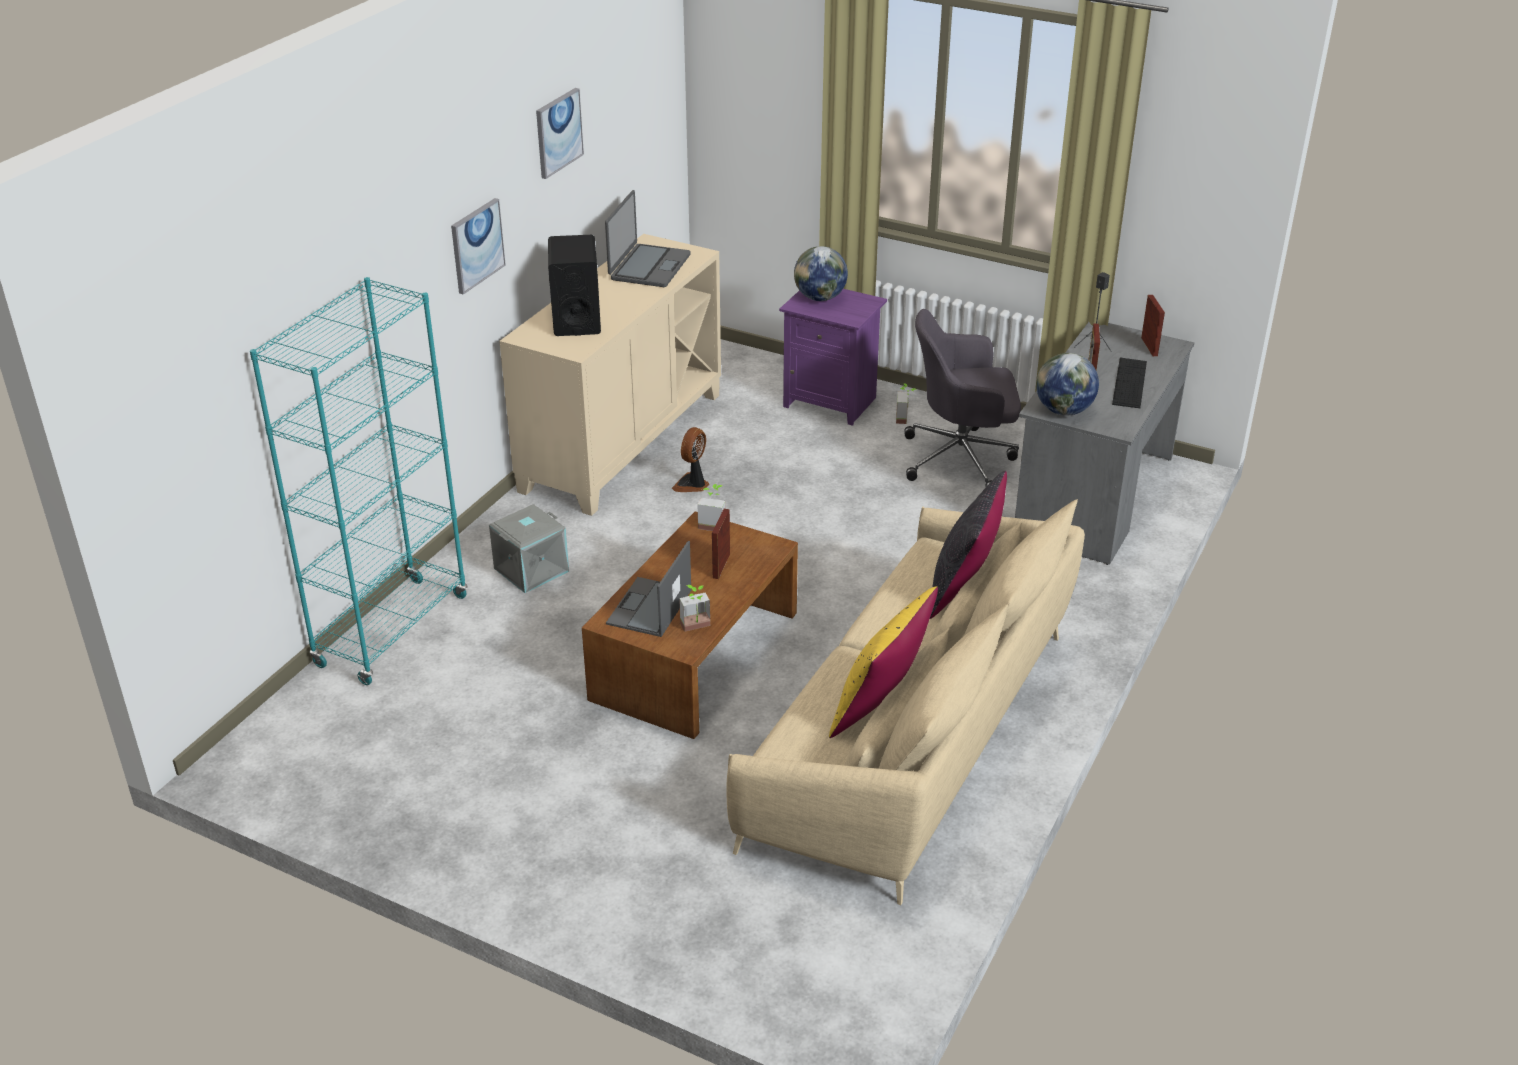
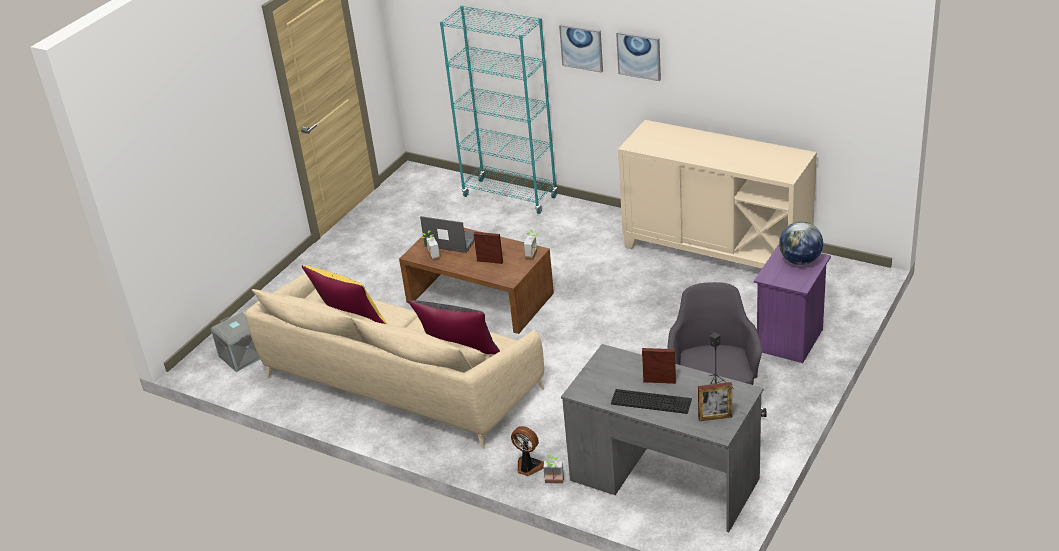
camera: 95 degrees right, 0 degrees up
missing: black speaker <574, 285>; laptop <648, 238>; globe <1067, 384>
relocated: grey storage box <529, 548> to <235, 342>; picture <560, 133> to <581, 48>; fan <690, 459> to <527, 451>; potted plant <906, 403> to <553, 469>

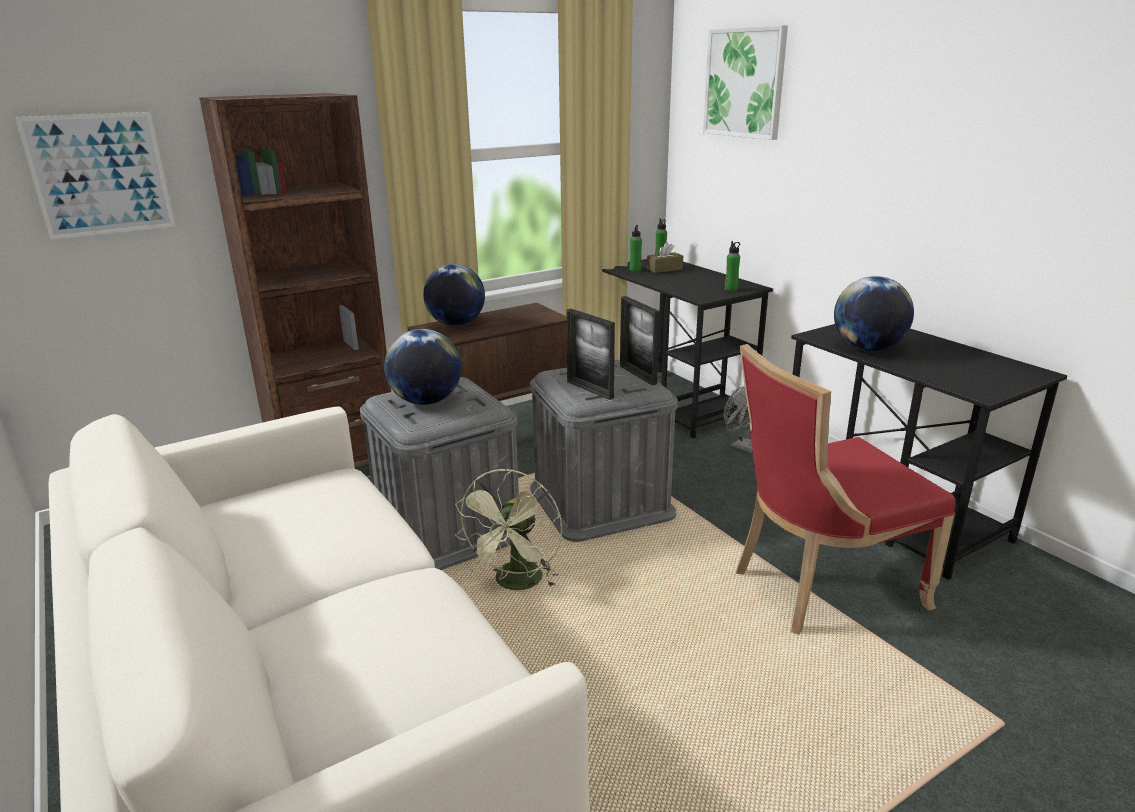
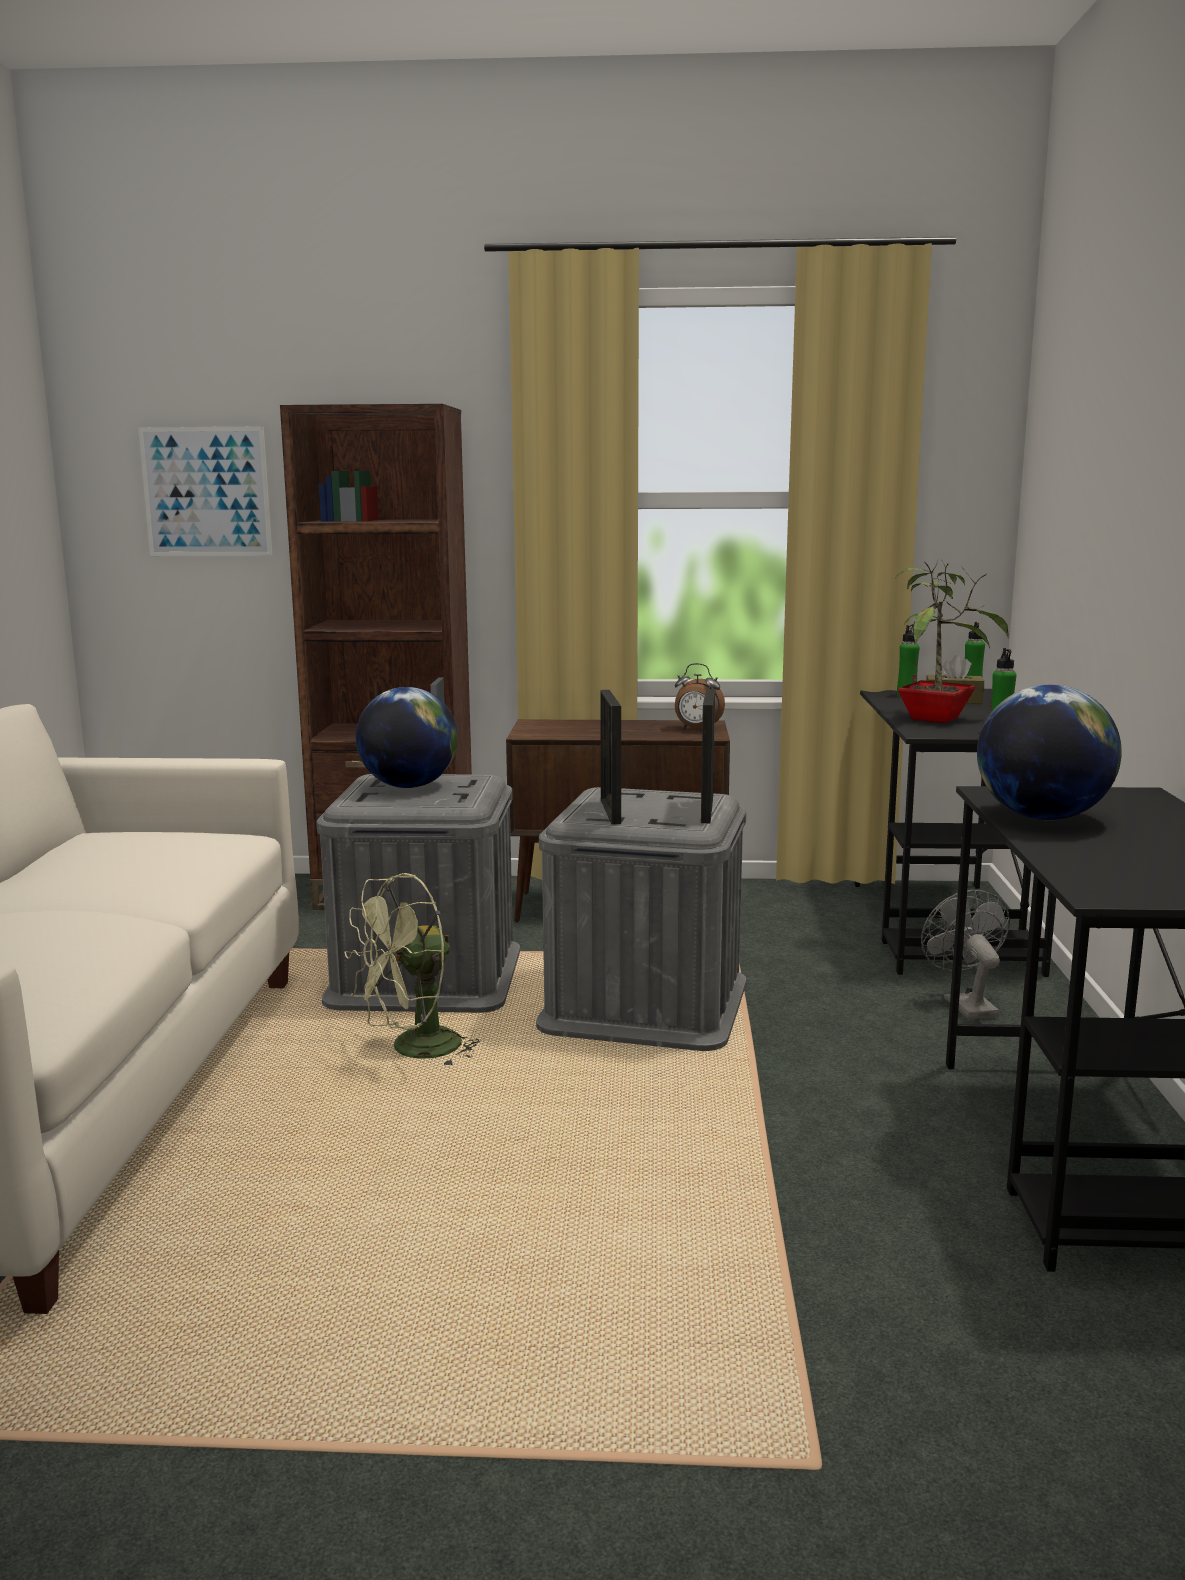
camera: 35 degrees right, 10 degrees down
missing: globe <454, 295>; picture <745, 82>; red chair <846, 489>
appeared: alarm clock <700, 696>; potted plant <952, 641>

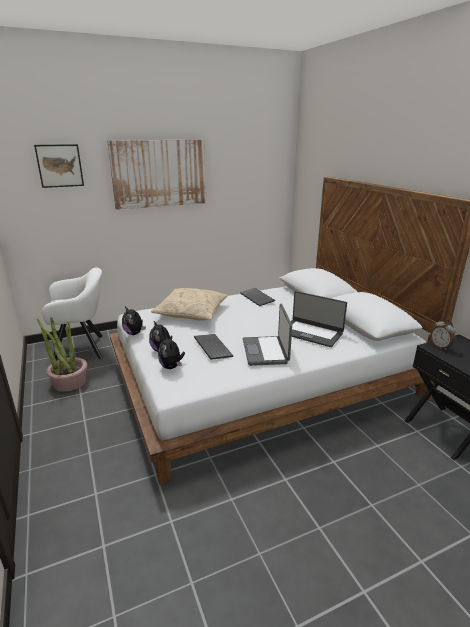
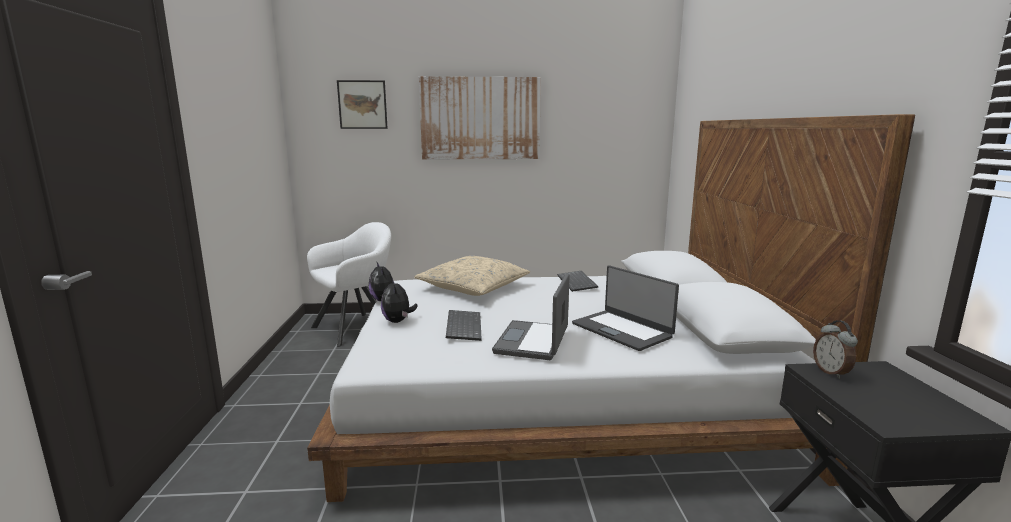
camera: 20 degrees right, 10 degrees down
missing: potted plant <62, 354>; plush toy <171, 351>
spun: white armchair <72, 315> = <349, 284> 45 degrees counterclockwise

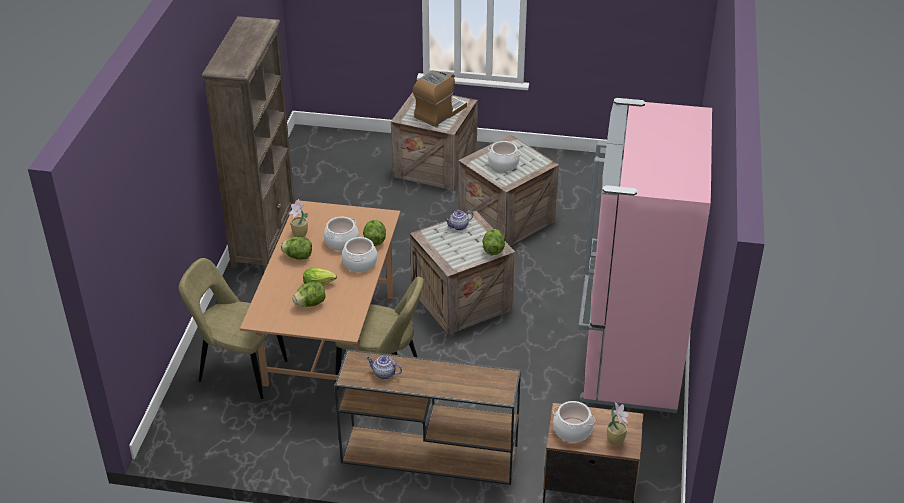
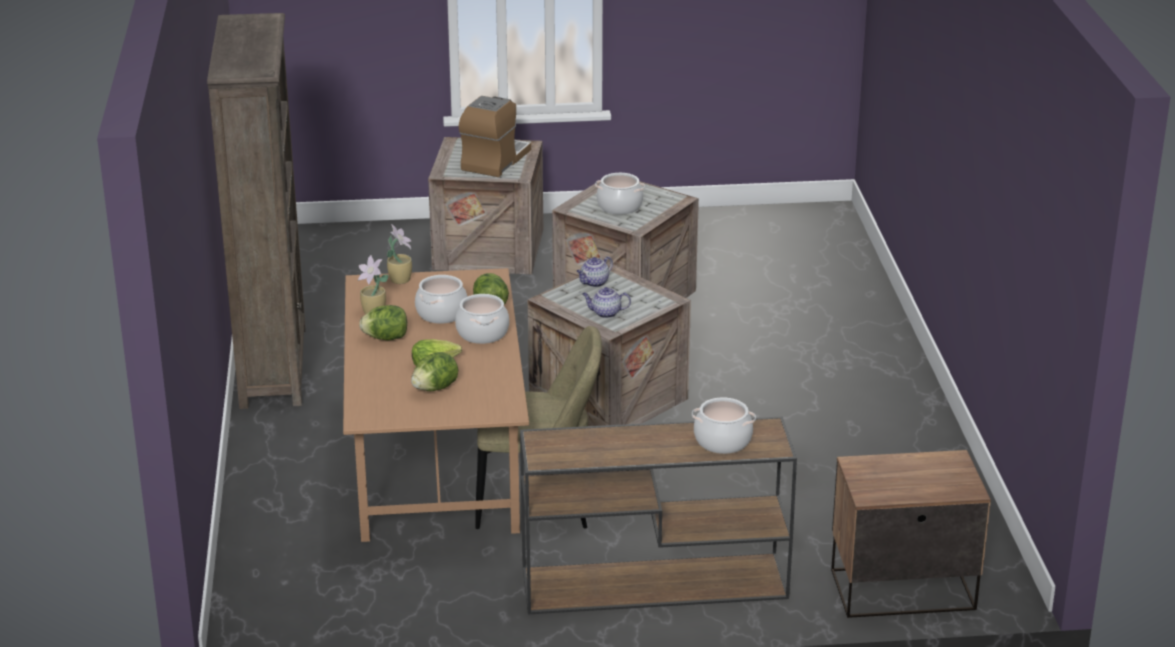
camera: 15 degrees left, 10 degrees down
missing: beige chair <232, 328>; lettuce <493, 242>; pink fridge <645, 255>
relocated: teapot <384, 367> to <606, 302>; cooking pot <574, 421> to <724, 425>; potted plant <618, 423> to <399, 254>

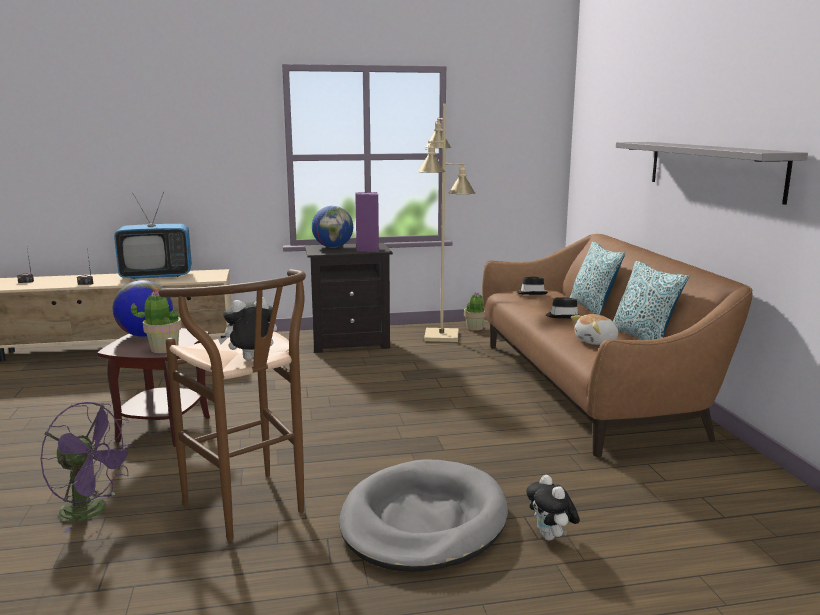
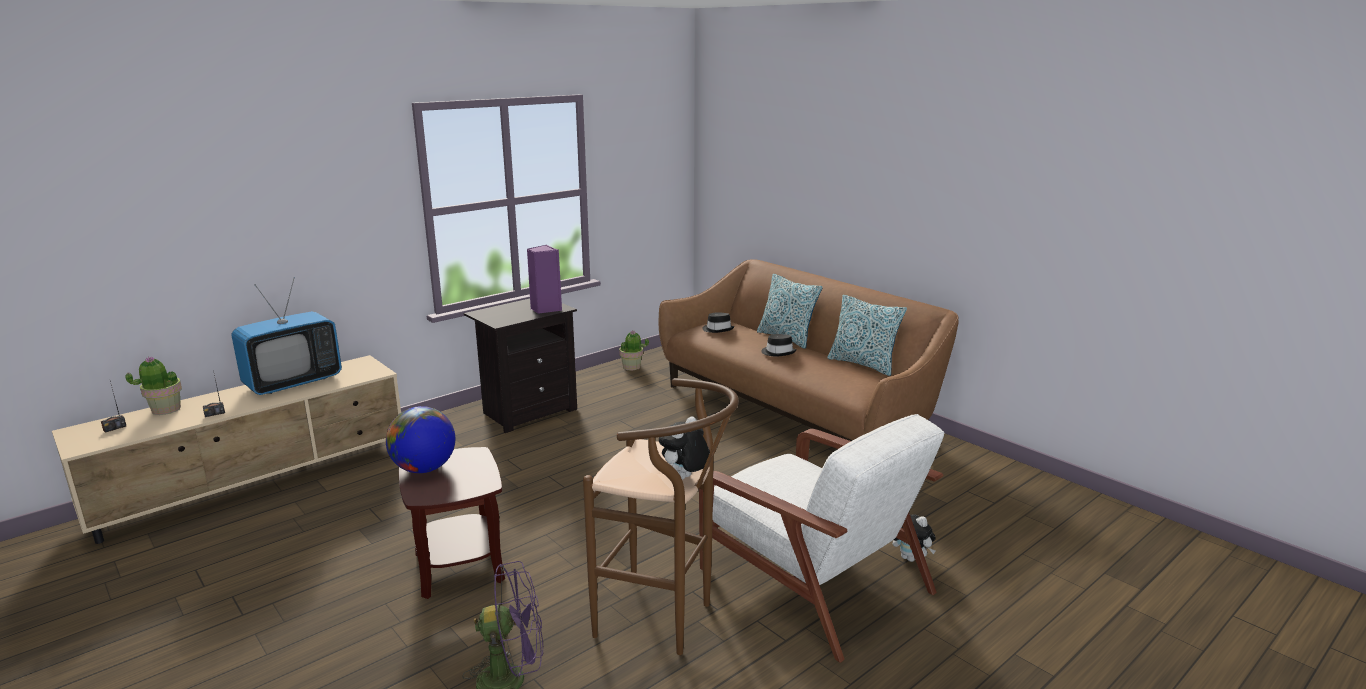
camera: 30 degrees left, 5 degrees up
missing: globe <332, 227>; beige floor lamp <446, 223>; plush toy <594, 329>; grey shelf <712, 173>
relocated: potted plant <156, 322> to <153, 385>
exchanged: grey dog bed <423, 516> to white armchair <821, 538>

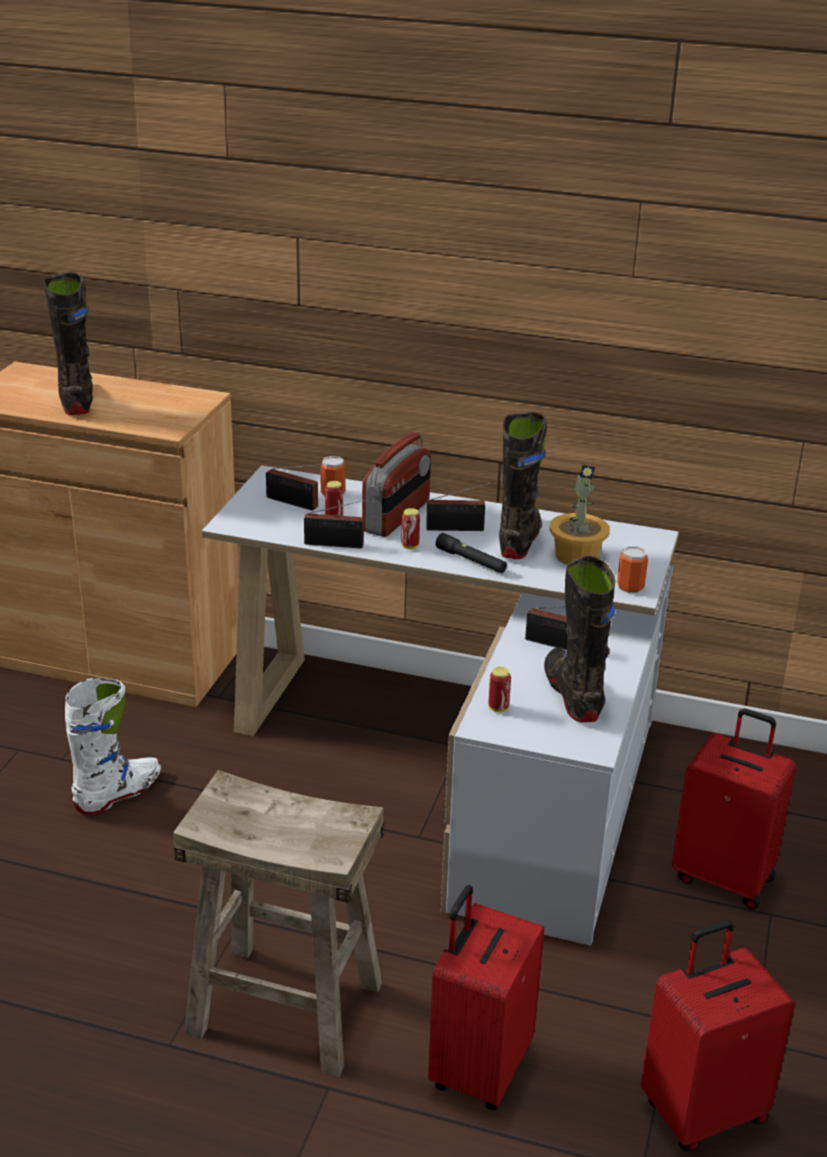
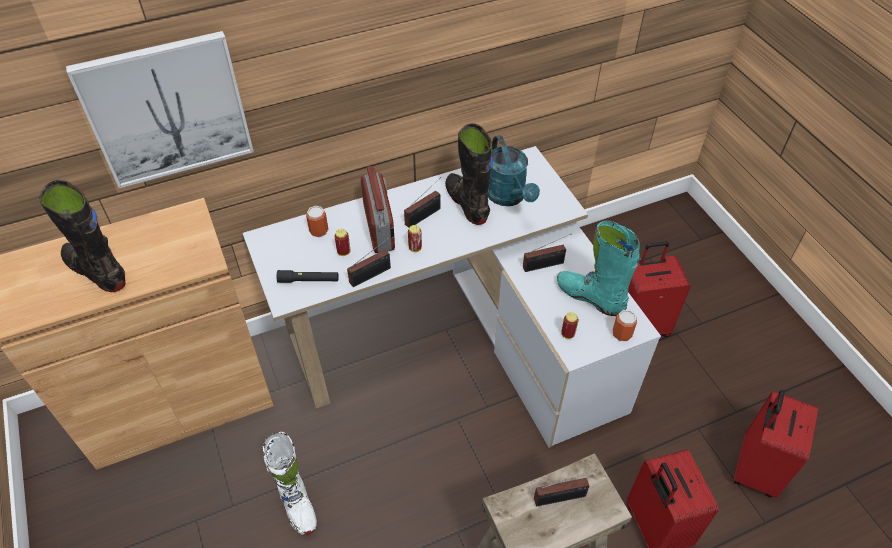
camera: 40 degrees left, 20 degrees up
appeared: picture <160, 109>
relocated: radio <294, 487> to <565, 487>; black flashlight <471, 553> to <307, 276>; can <632, 569> to <625, 325>
exchanged: potted plant <579, 515> to turquoise watering can <514, 170>
colour: black boot <580, 639> to turquoise boot <598, 268>
spun: white boot <113, 746> = <290, 483> 150 degrees clockwise

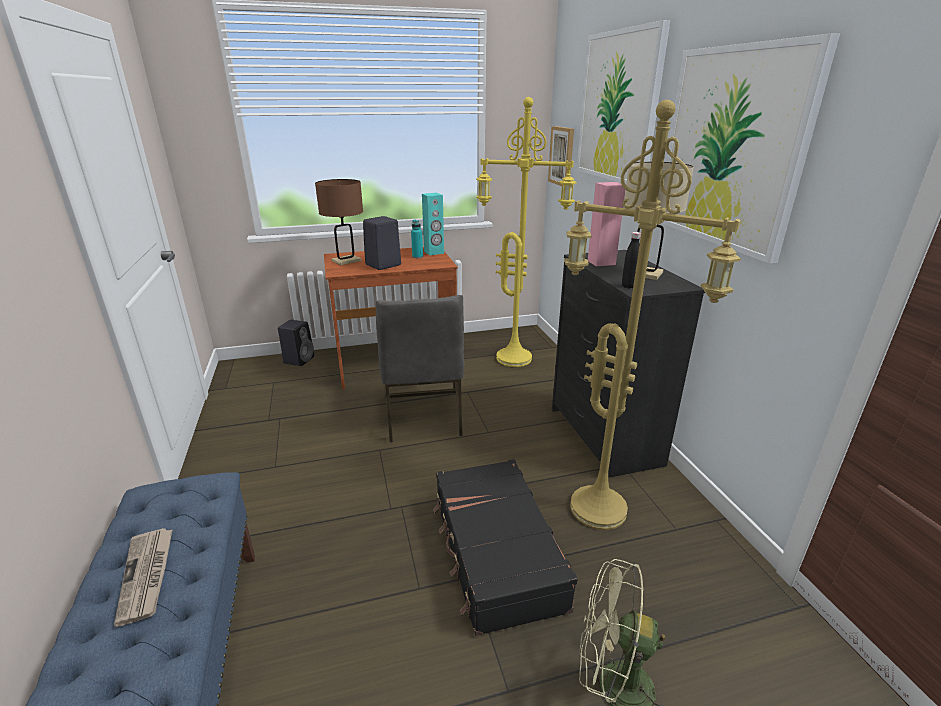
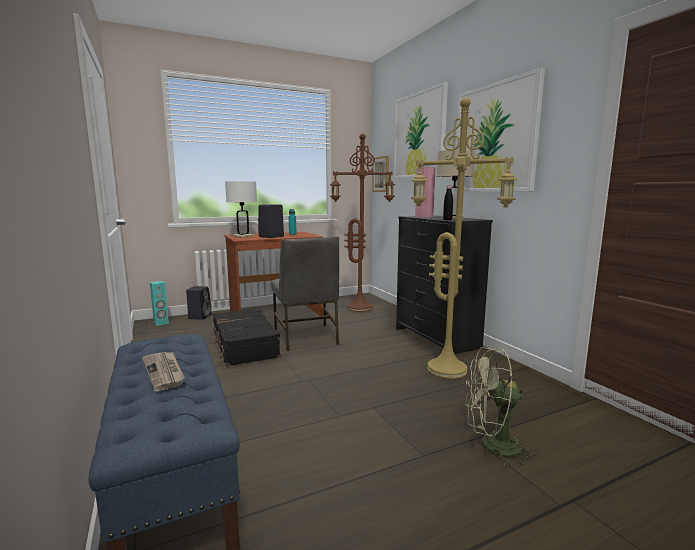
camera: 10 degrees left, 15 degrees down
relocated: turquoise speaker <433, 224> to <159, 303>; black suitcase <505, 547> to <246, 337>
colour: brown table lamp <339, 222> to white table lamp <241, 209>; yellow floor lamp <526, 232> to brown floor lamp <362, 223>

